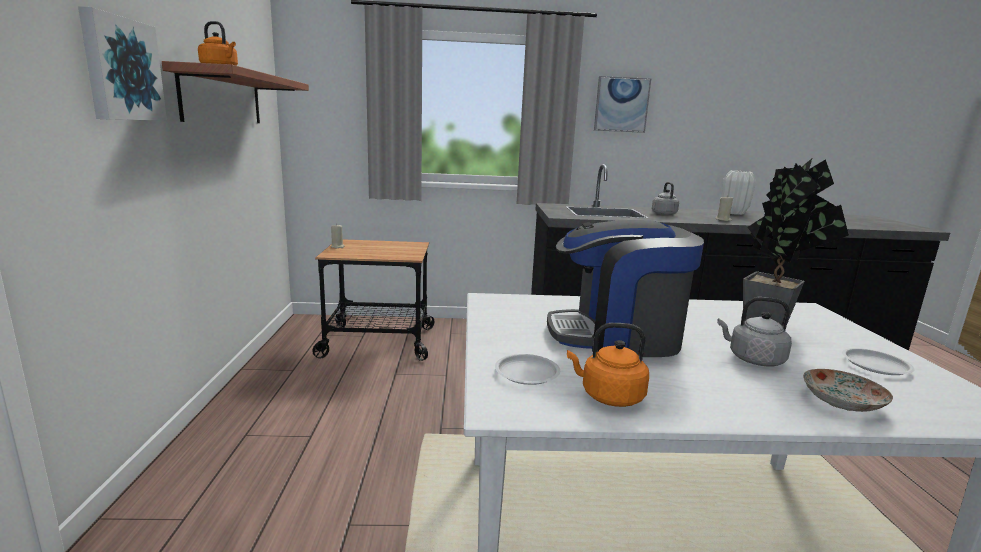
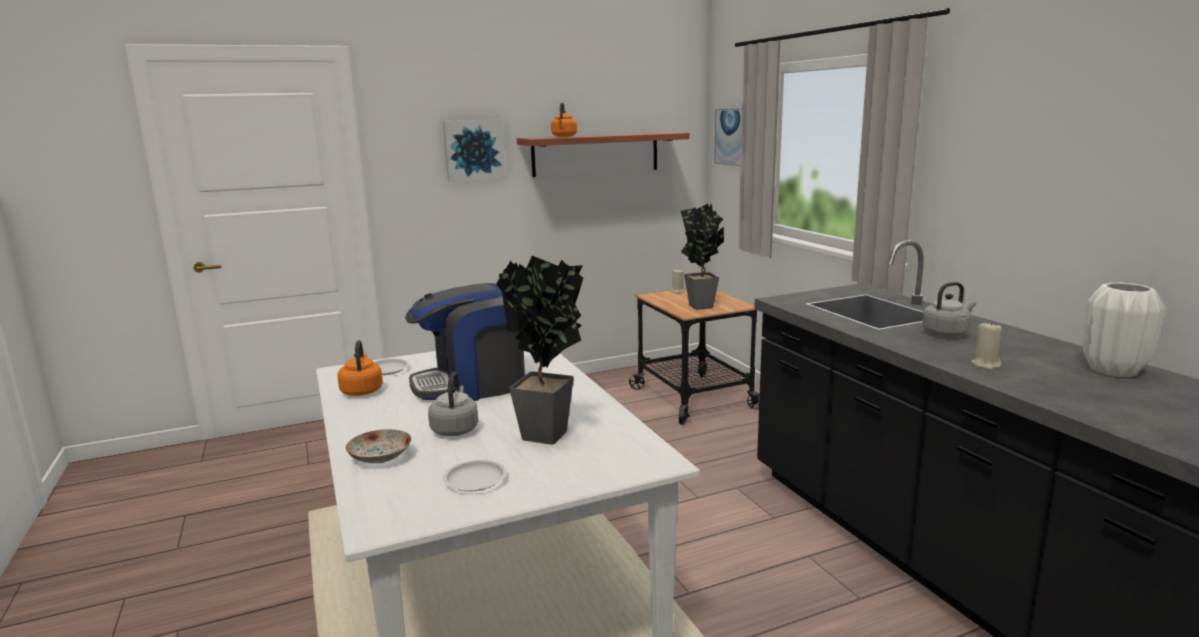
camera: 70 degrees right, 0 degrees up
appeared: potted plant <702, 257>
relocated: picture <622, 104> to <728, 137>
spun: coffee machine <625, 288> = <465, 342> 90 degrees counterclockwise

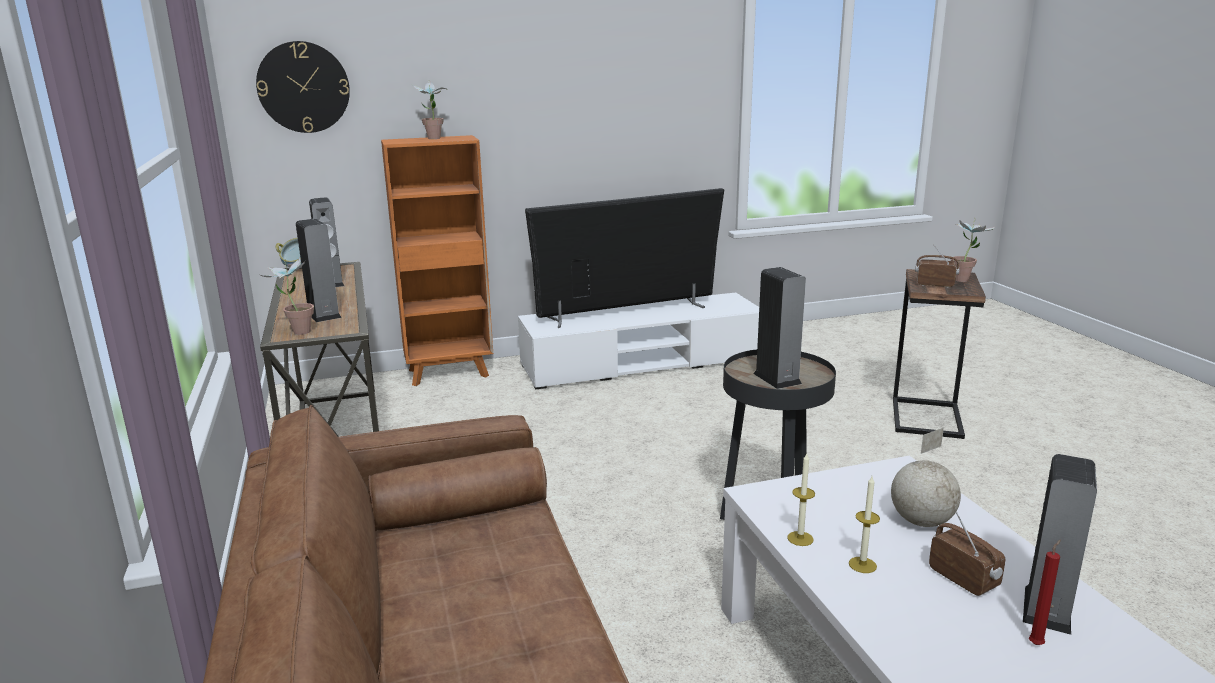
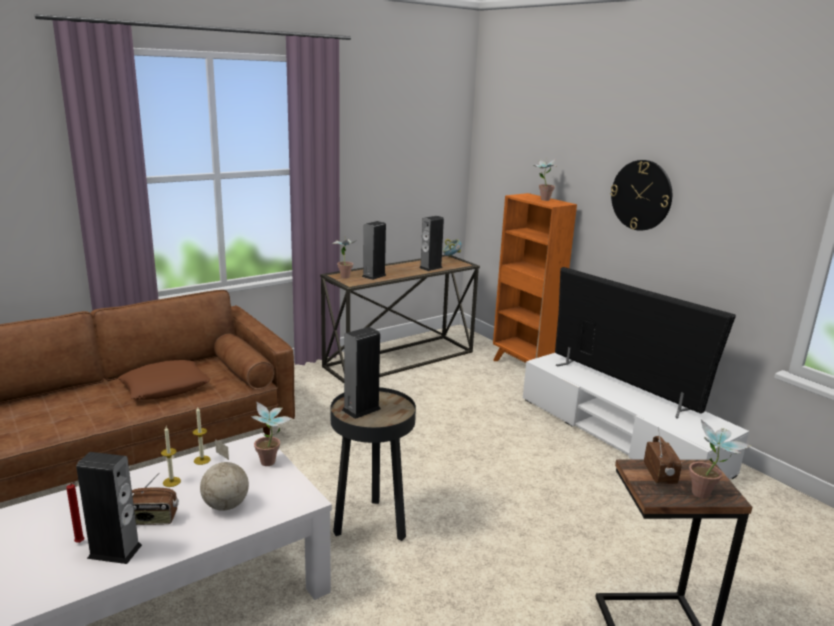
camera: 70 degrees right, 0 degrees up
appeared: brown pillow <164, 380>; potted plant <272, 434>
relocated: wall clock <303, 87> to <641, 195>
spun: radio <967, 554> = <155, 499> 45 degrees clockwise

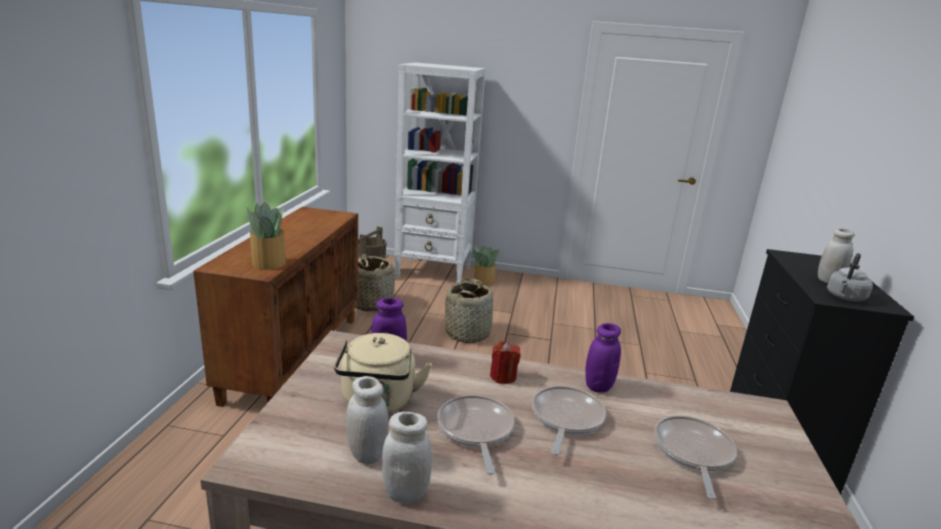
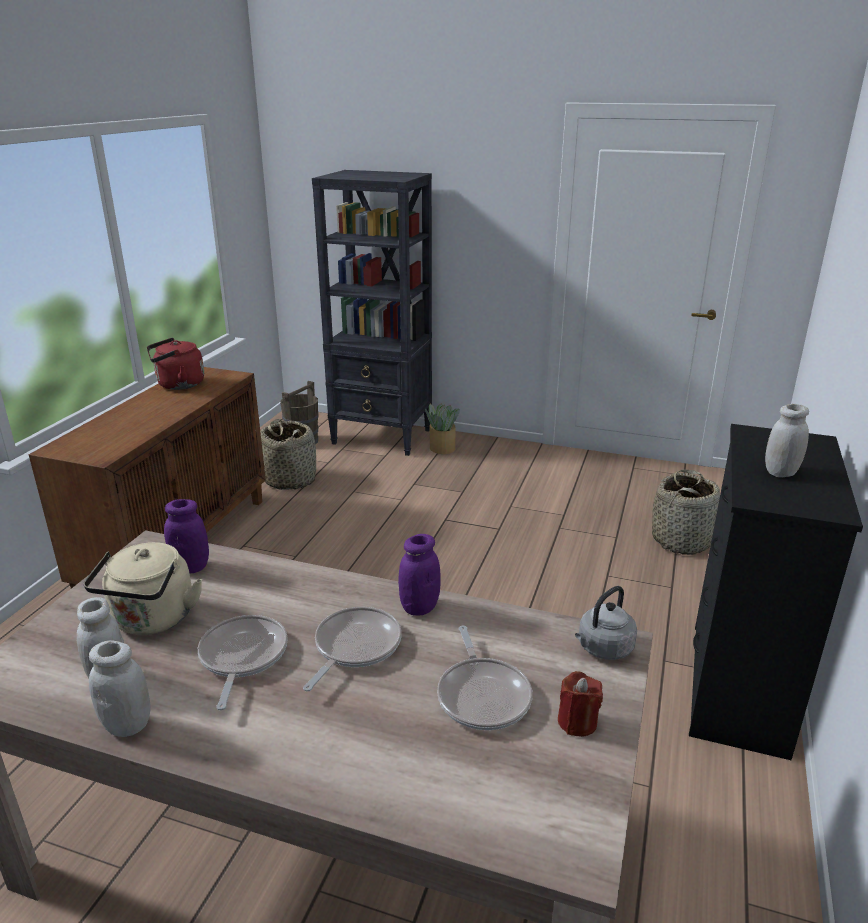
camera: 10 degrees right, 5 degrees up
missing: potted plant <266, 236>
appeared: red kettle <175, 364>
relocated: basket <469, 310> to <686, 512>; red candle <505, 362> to <580, 704>; grey kettle <850, 277> to <606, 623>
colour: white bookcase <440, 172> to black bookcase <372, 313>
spun: frying pan <695, 457> = <485, 678> 150 degrees clockwise

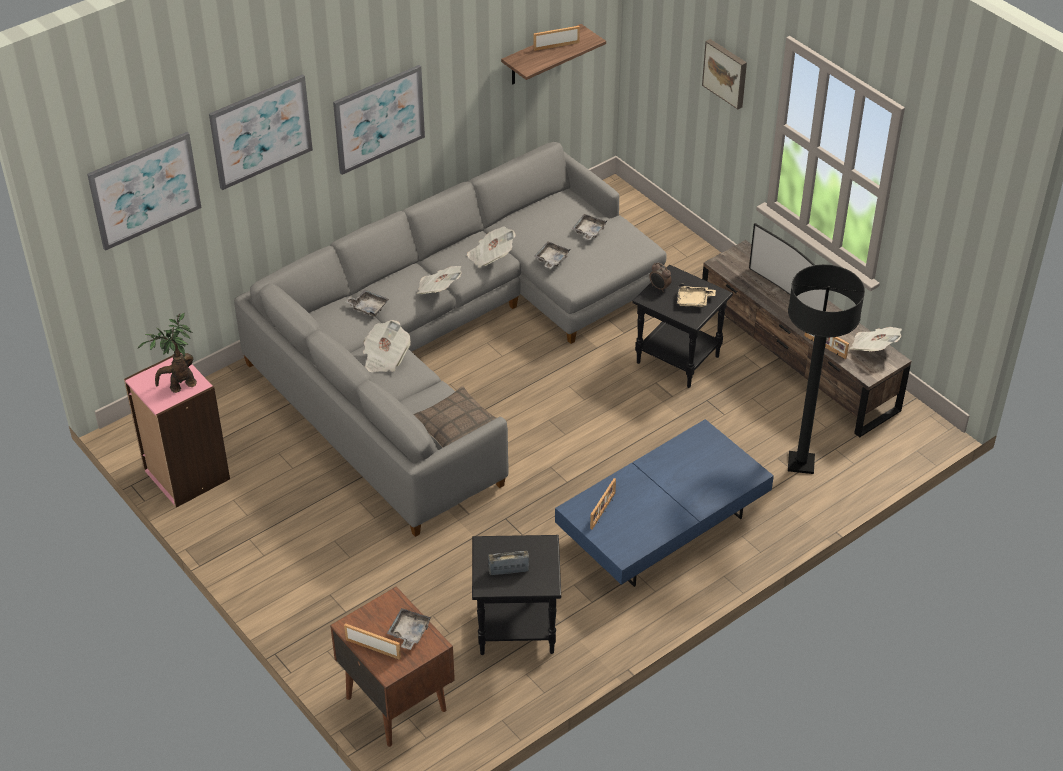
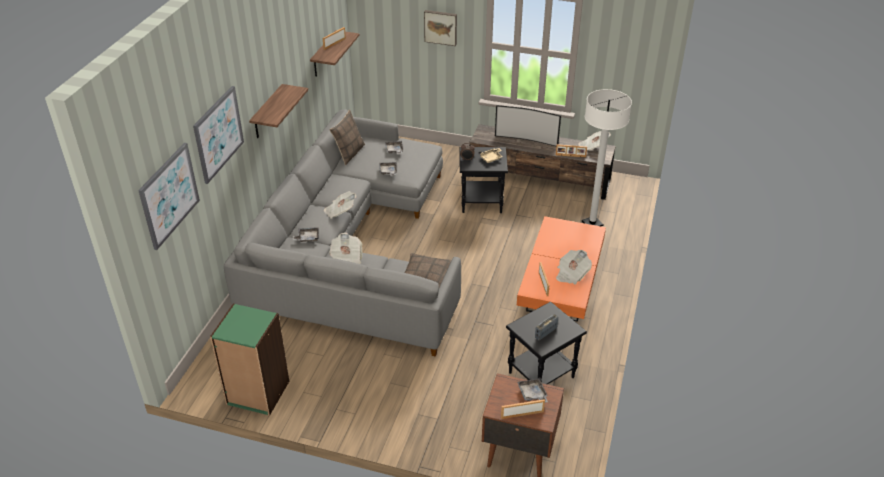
camera: 35 degrees left, 5 degrees down
missing: potted plant <167, 353>
appeared: pillow <347, 137>
relocated: newspaper <491, 247> to <574, 267>
exchanged: picture <379, 120> to shelf <278, 111>
colour: pink bookcase <177, 432> to green bookcase <249, 359>; blue coffee table <664, 503> to orange coffee table <561, 269>; black floor lamp <826, 369> to white floor lamp <607, 157>

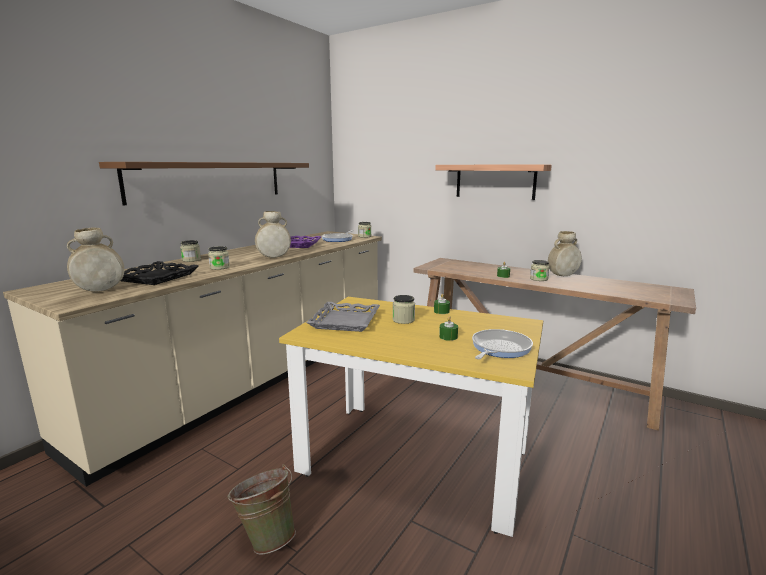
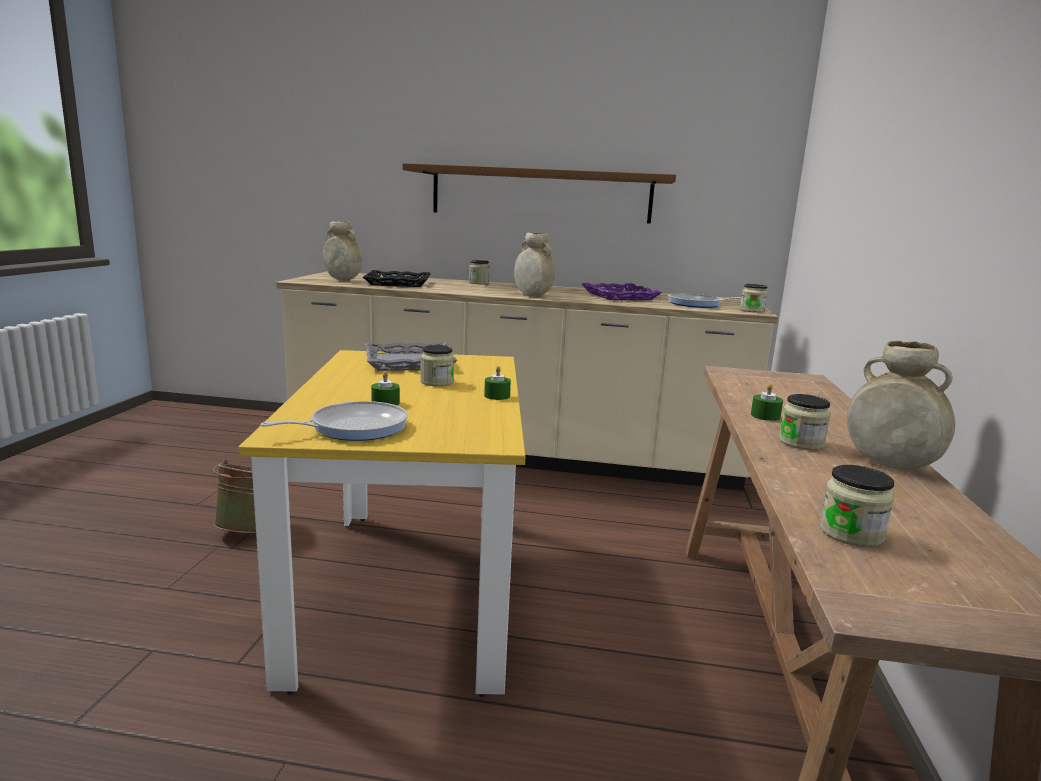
camera: 65 degrees right, 0 degrees up
missing: shelf <493, 182>
relocated: jar <219, 258> to <856, 506>
spun: frying pan <502, 344> = <334, 421> 45 degrees counterclockwise

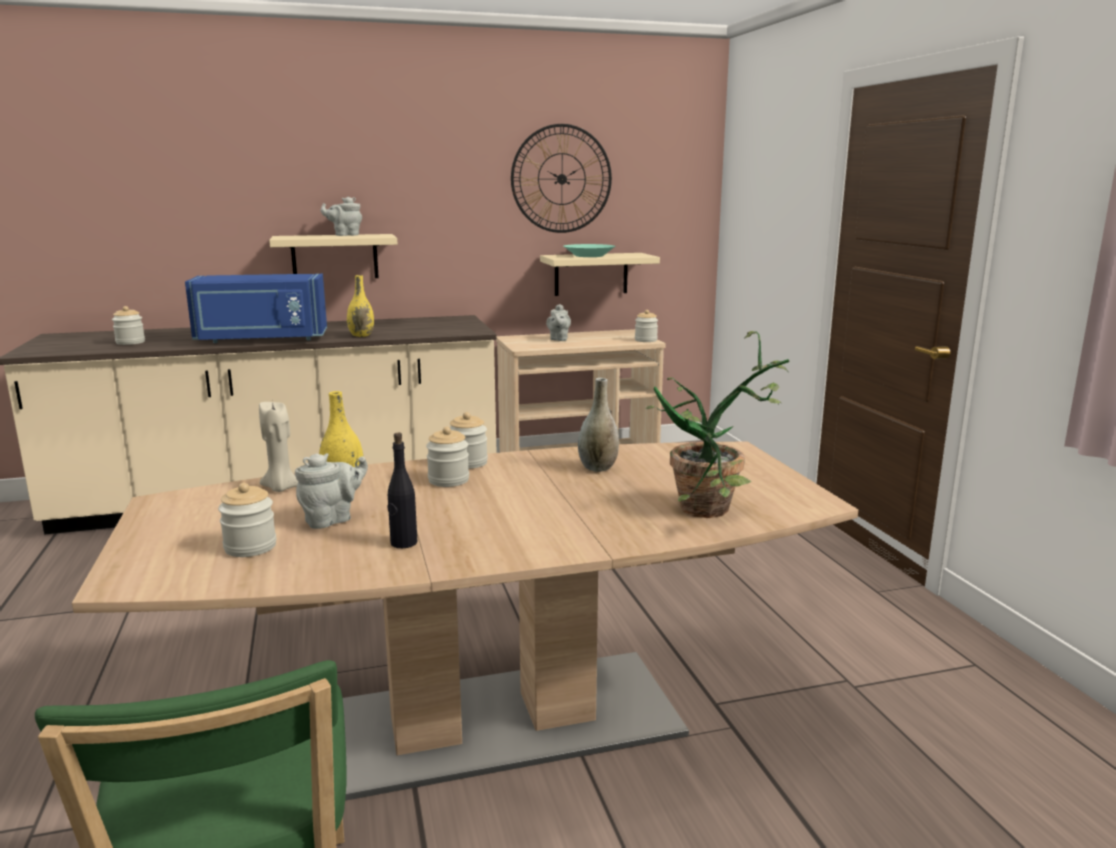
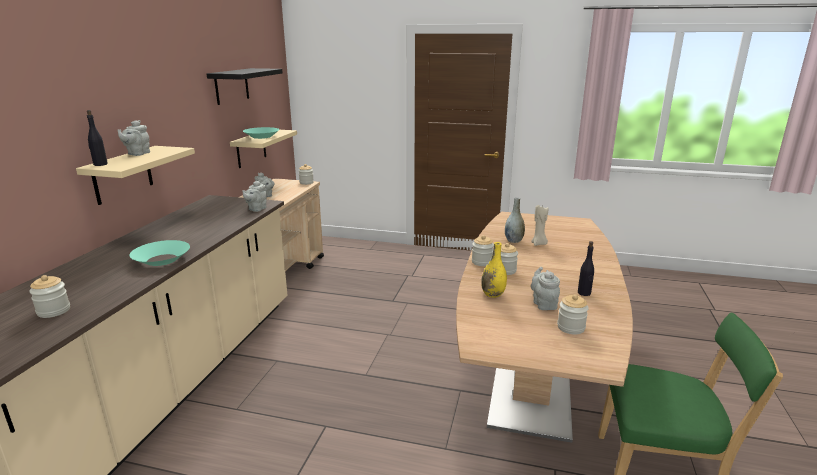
camera: 60 degrees left, 5 degrees up
missing: yellow vase <360, 306>; potted plant <718, 424>
appeared: black bottle <97, 138>; grey teapot <254, 196>
relocated: beige candle <278, 447> to <540, 225>
exchanged: blue microwave <256, 308> to turquoise bowl <159, 253>; wall clock <561, 178> to black shelf <245, 86>

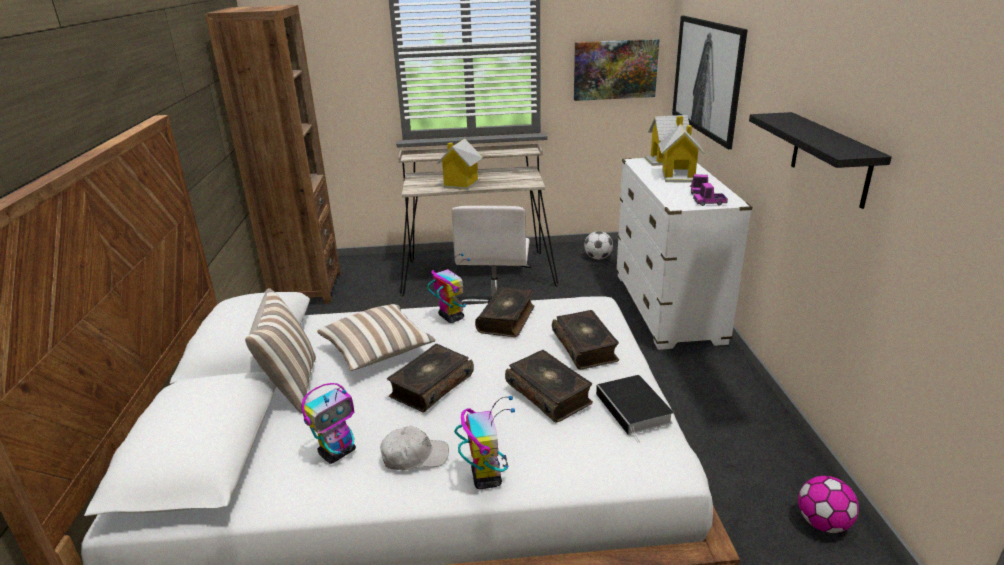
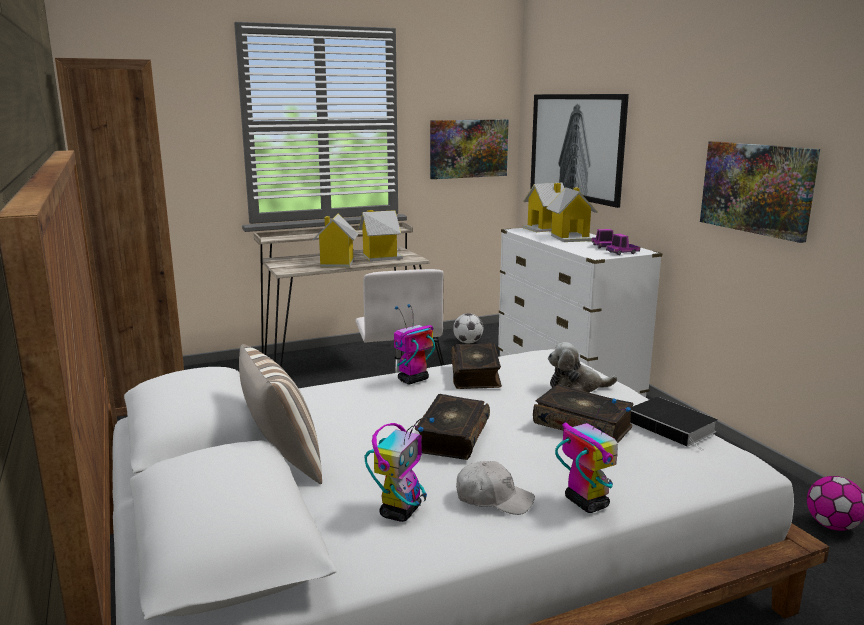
camera: 20 degrees left, 10 degrees down
missing: pillow <376, 337>
appeared: toy house <381, 235>
exchanged: book <585, 340> to plush toy <582, 367>; black shelf <820, 160> to picture <760, 192>
spun: white cap <414, 448> = <495, 488> 45 degrees clockwise; toy robot <448, 288> = <414, 344> 75 degrees counterclockwise

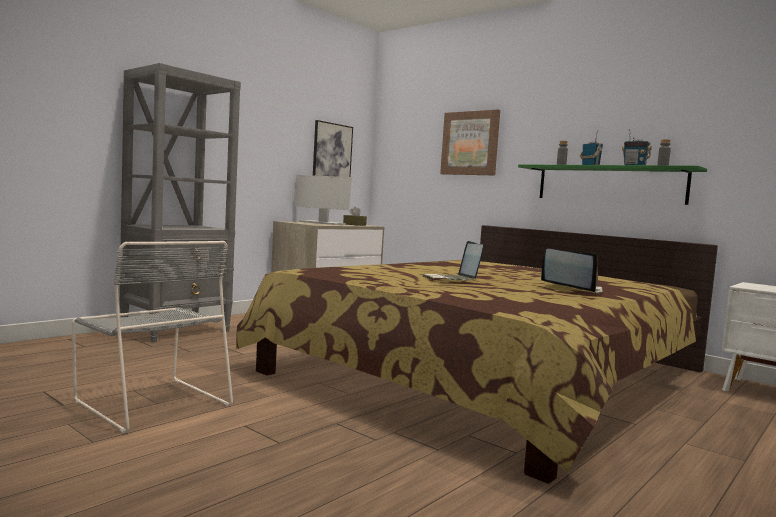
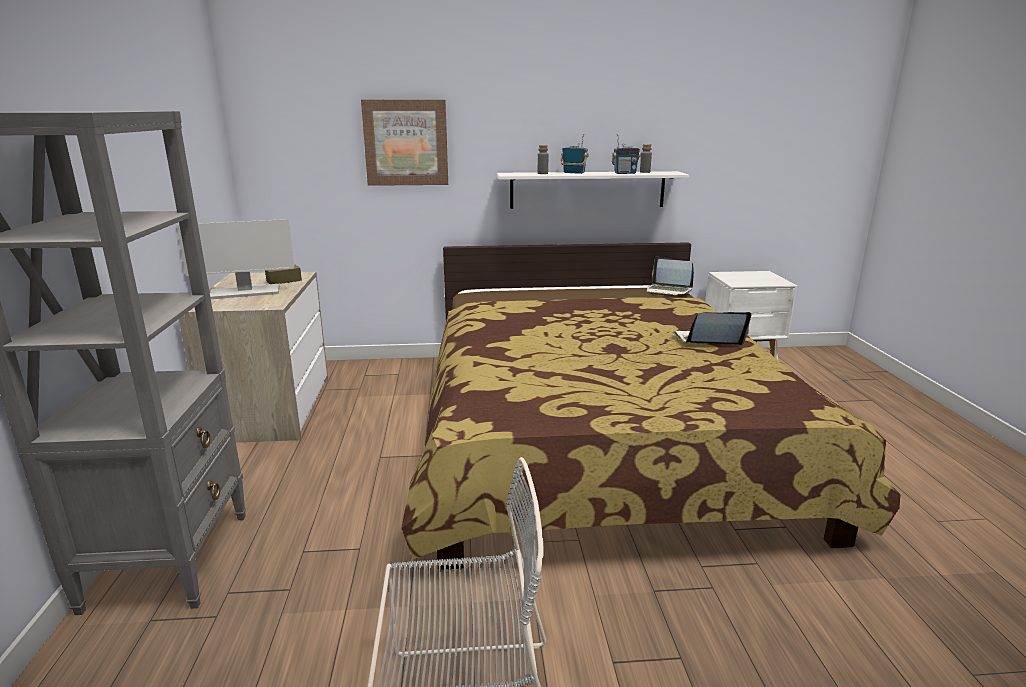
camera: 45 degrees left, 15 degrees up
missing: picture <333, 148>
relocated: laptop <452, 261> to <670, 276>
colour: green shelf <612, 184> to white shelf <593, 190>

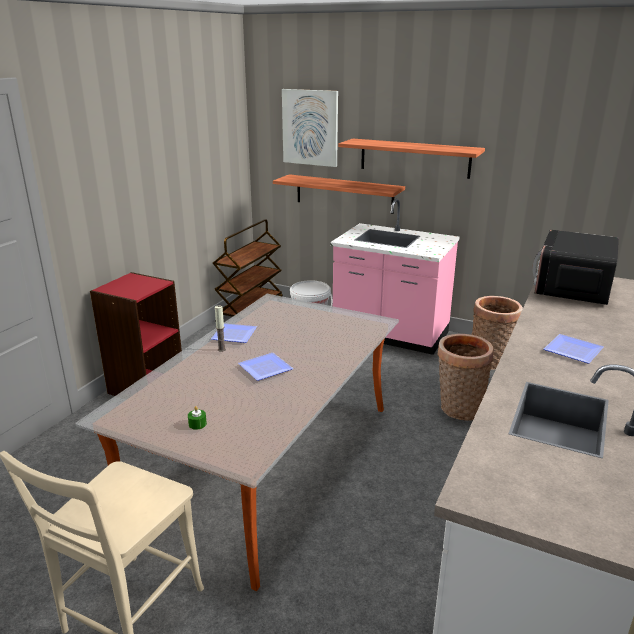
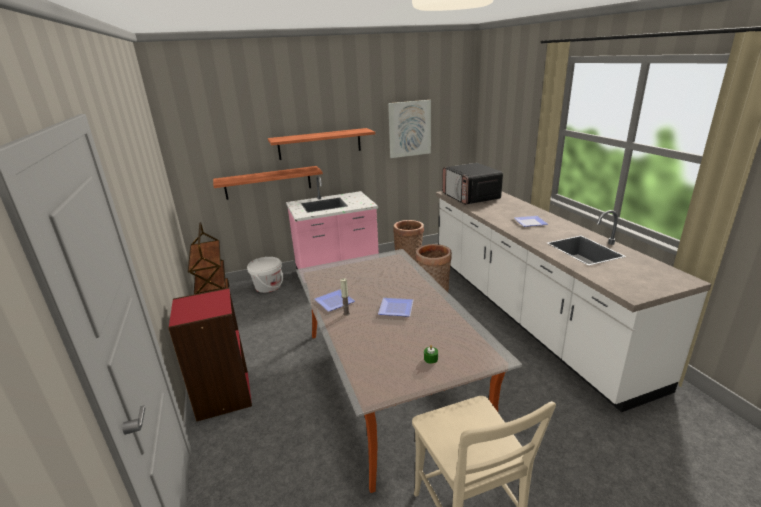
camera: 45 degrees left, 0 degrees up
relocated: picture <310, 128> to <409, 129>

